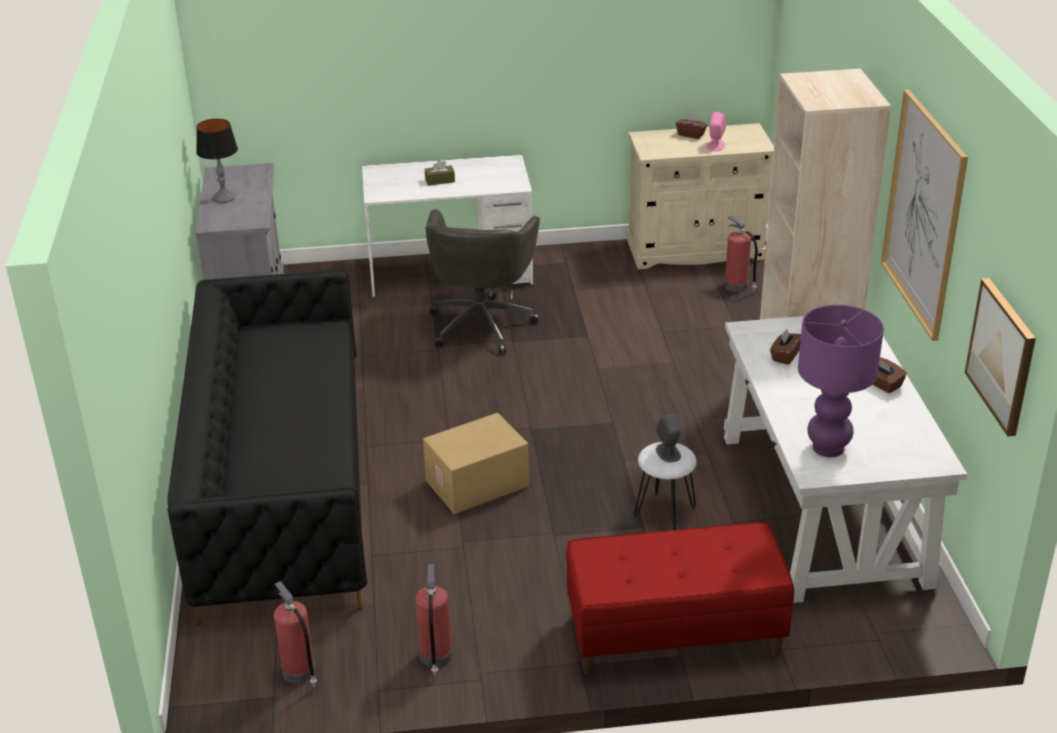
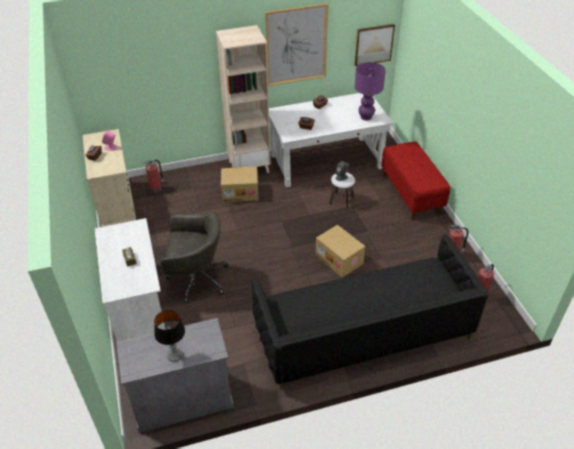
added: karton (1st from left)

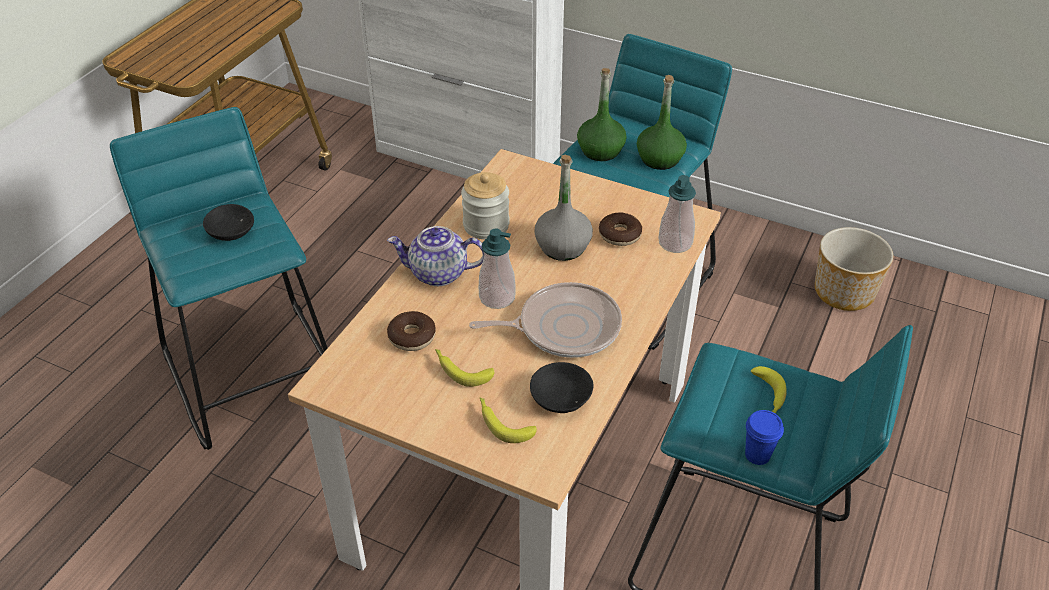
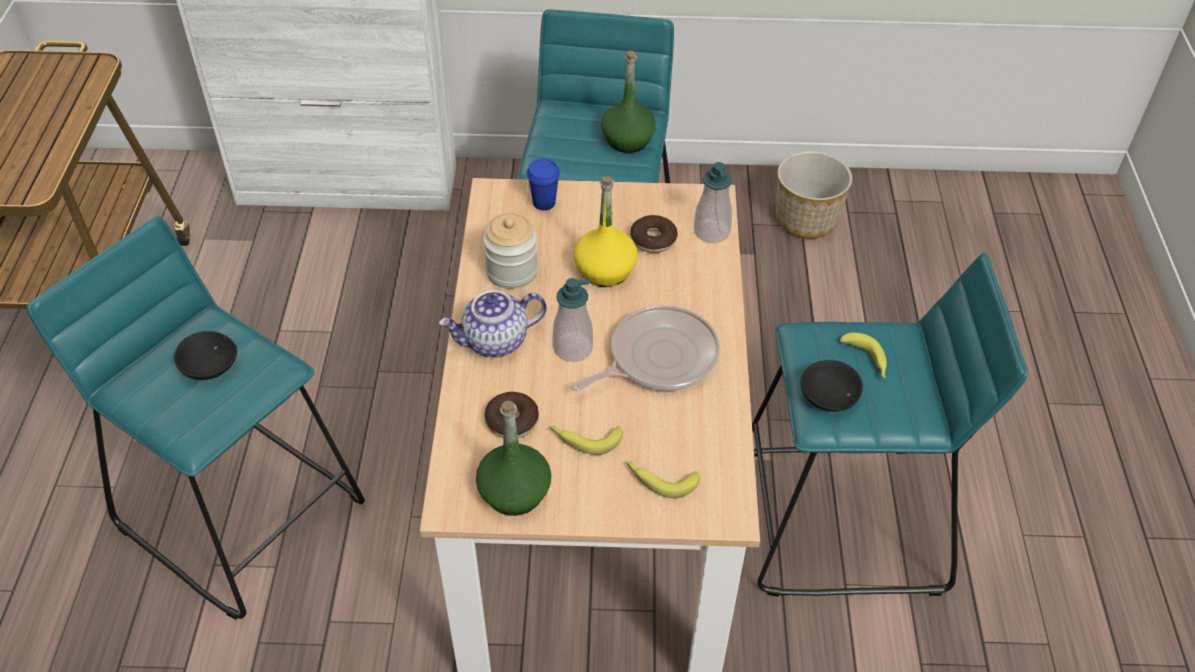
moved: miska (czarny) (2nd from left); butelka (zielony) (1st from left); filiżanka (niebieski)
recoloured: butelka (szary) to butelka (żółty)

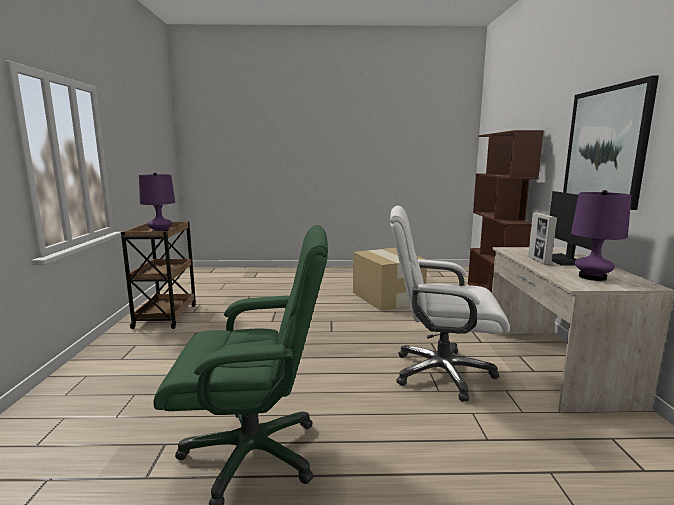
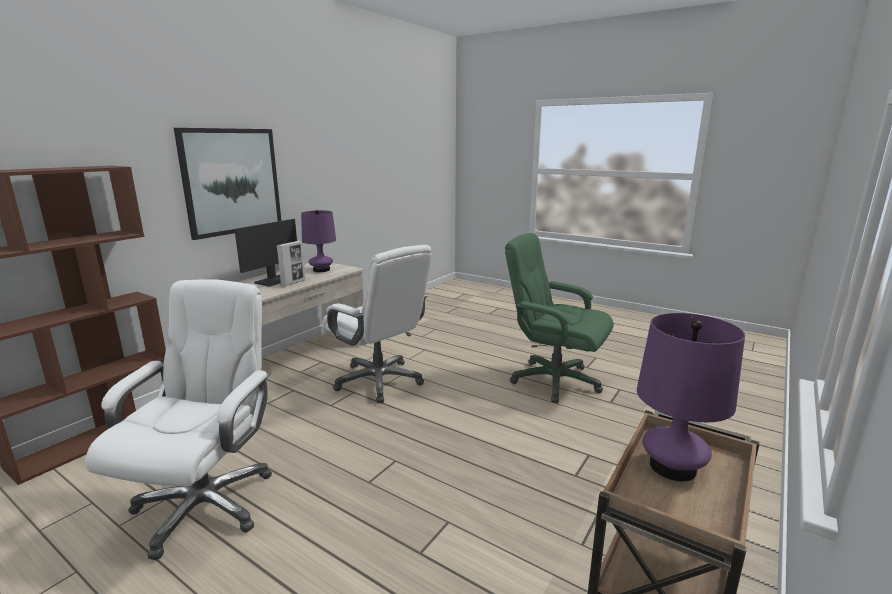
replaced: karton to krzesło biurowe (biały) (1st from left)

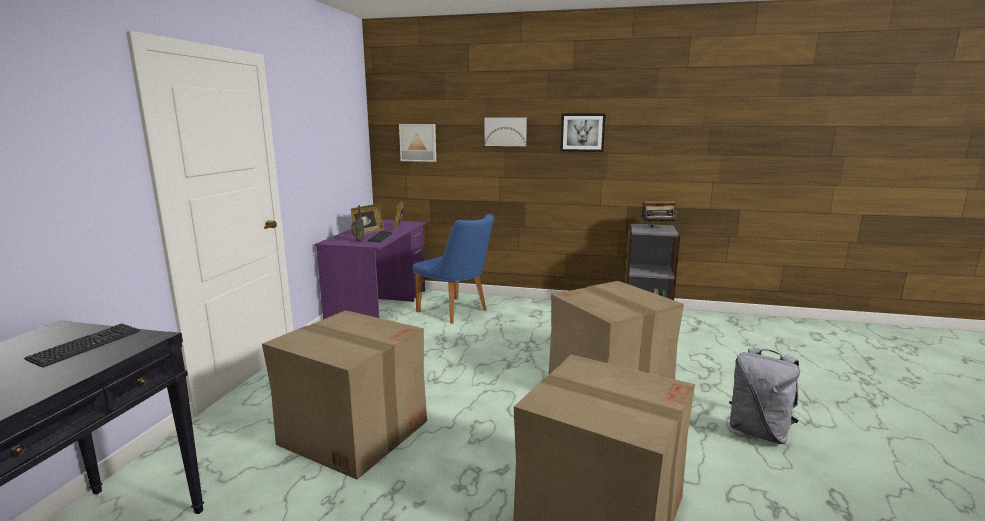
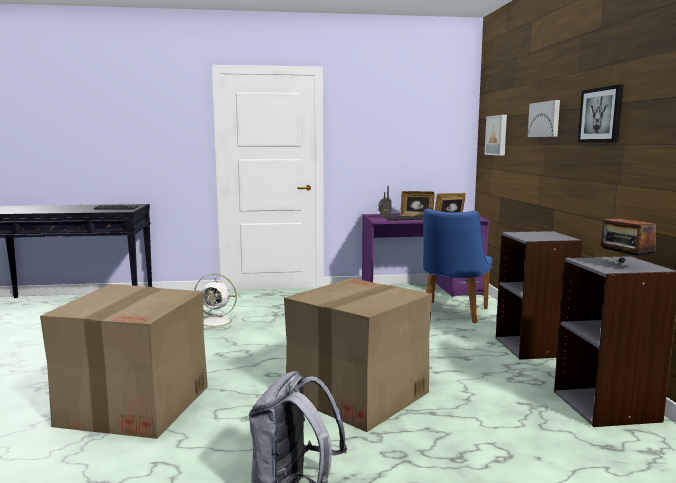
added: regał (szary) (1st from left)
replaced: karton (1st from left) to wentylator (biały)

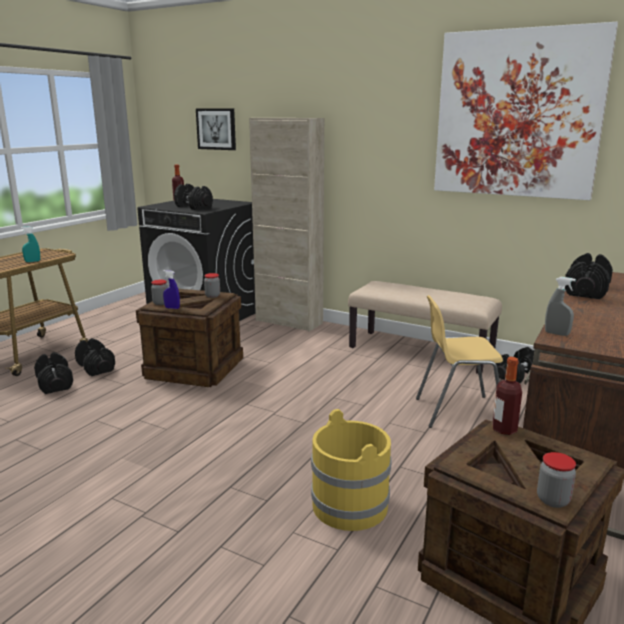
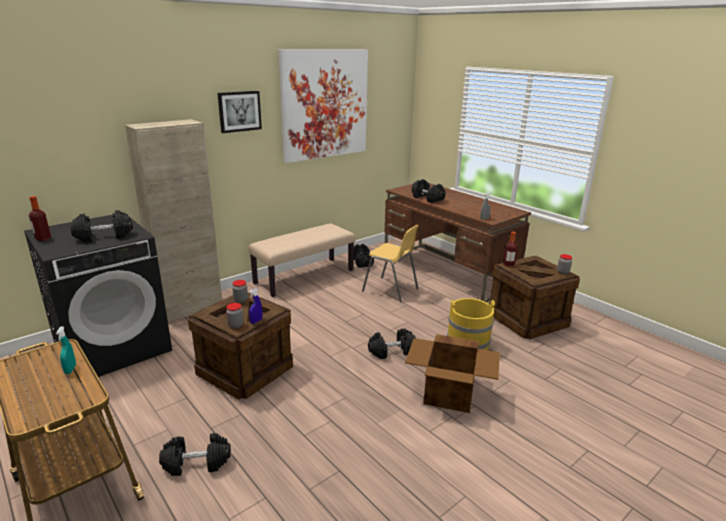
added: karton
moved: hantel (czarny) (2nd from left in the first image) to hantel (czarny) (4th from left); obraz (1st from left)
turned: krzesło (żółty) 75 degrees counterclockwise

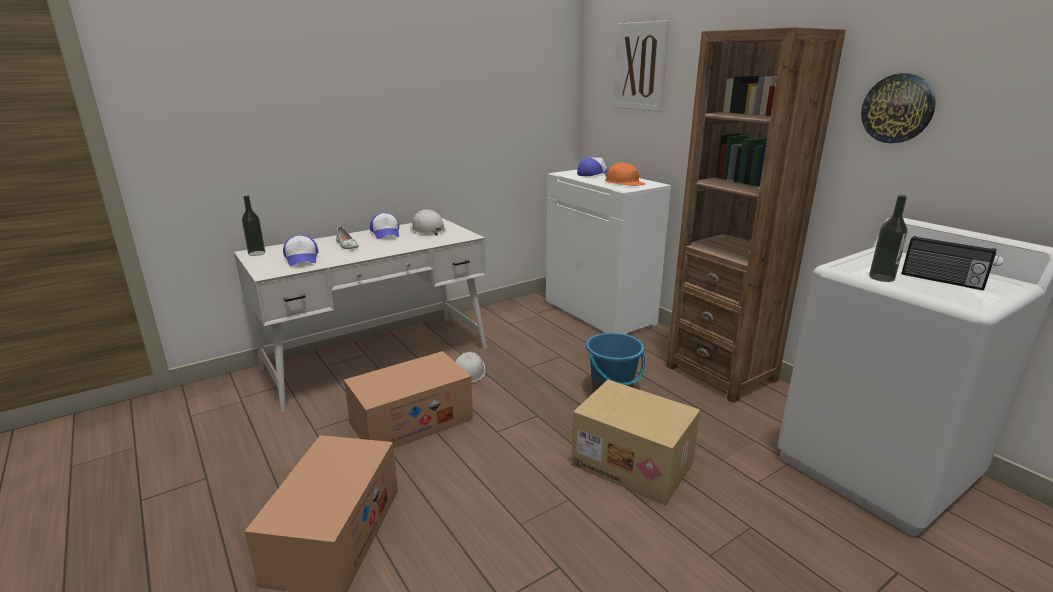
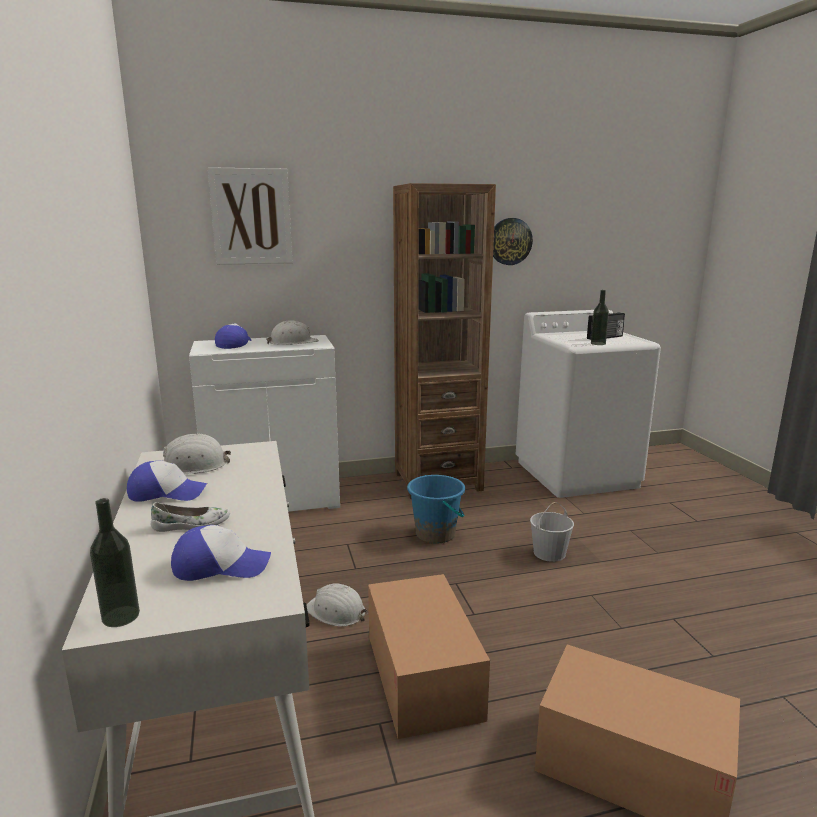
replaced: karton (3rd from left) to wiadro (biały)
recoloured: kask (pomarańczowy) to kask (biały) (2nd from left)

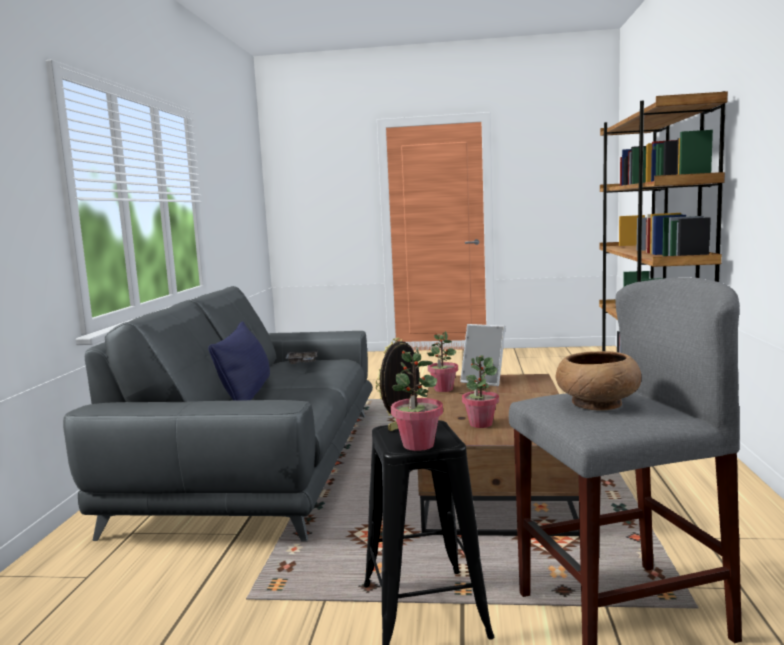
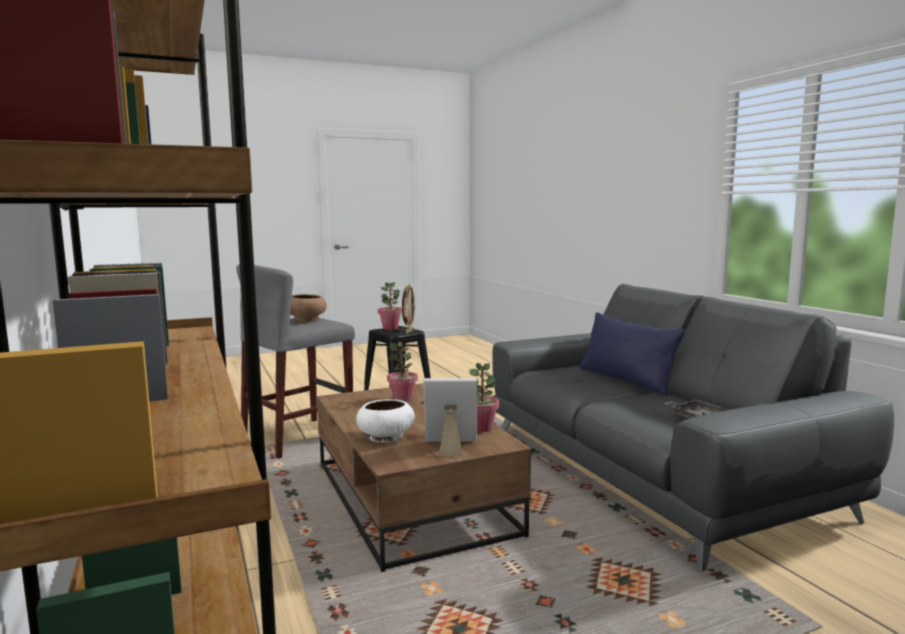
added: miska (biały)

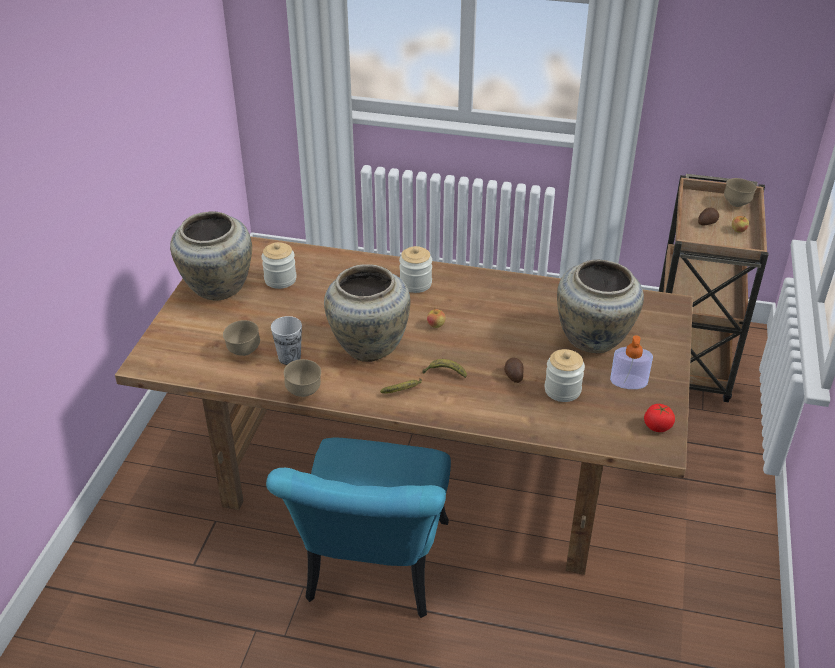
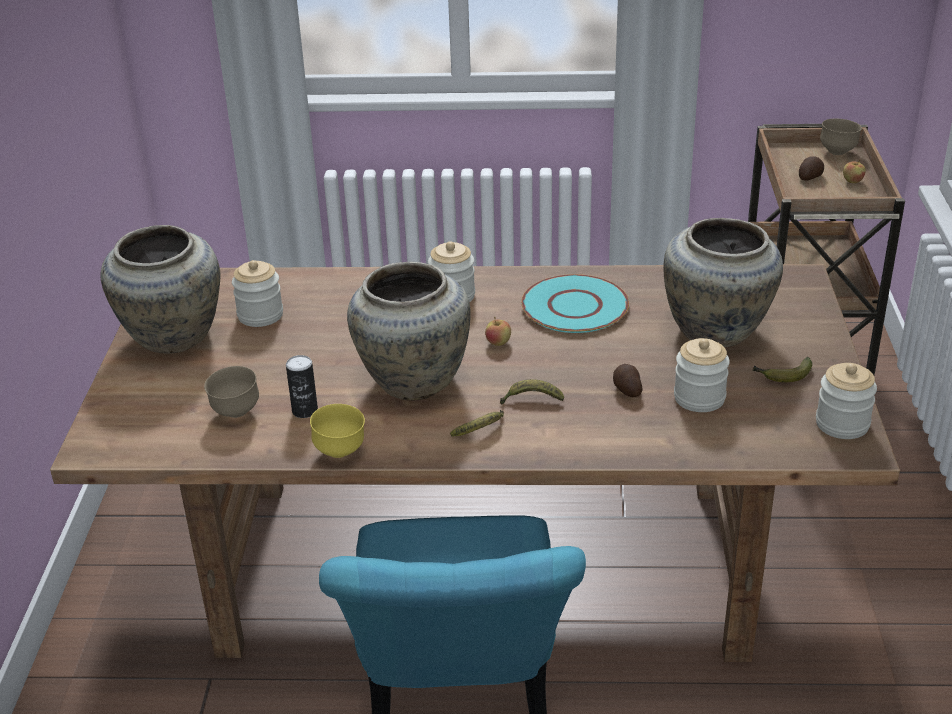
added: talerz (turkusowy)
replaced: filiżanka to puszka; dozownik mydła to banan (3rd from left); pomidor to słoik (4th from left)
recoloured: miska (brązowy) (2nd from left) to miska (żółty)

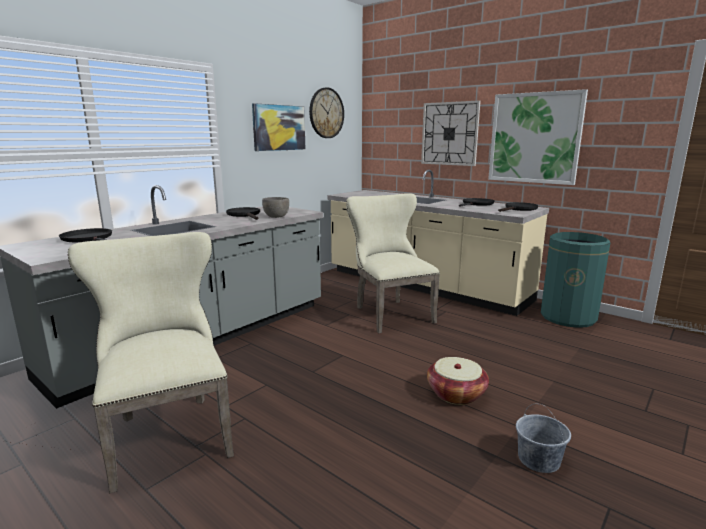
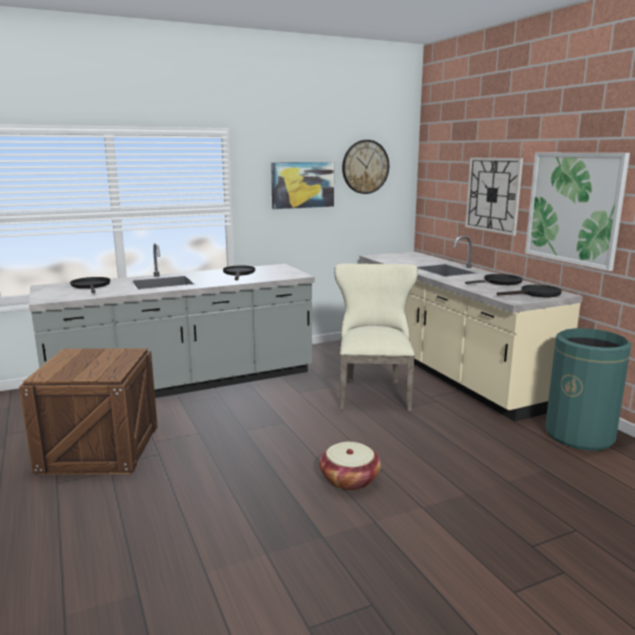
removed: miska (szary); wiadro (szary)
replaced: krzesło (beżowy) (1st from left) to skrzynka

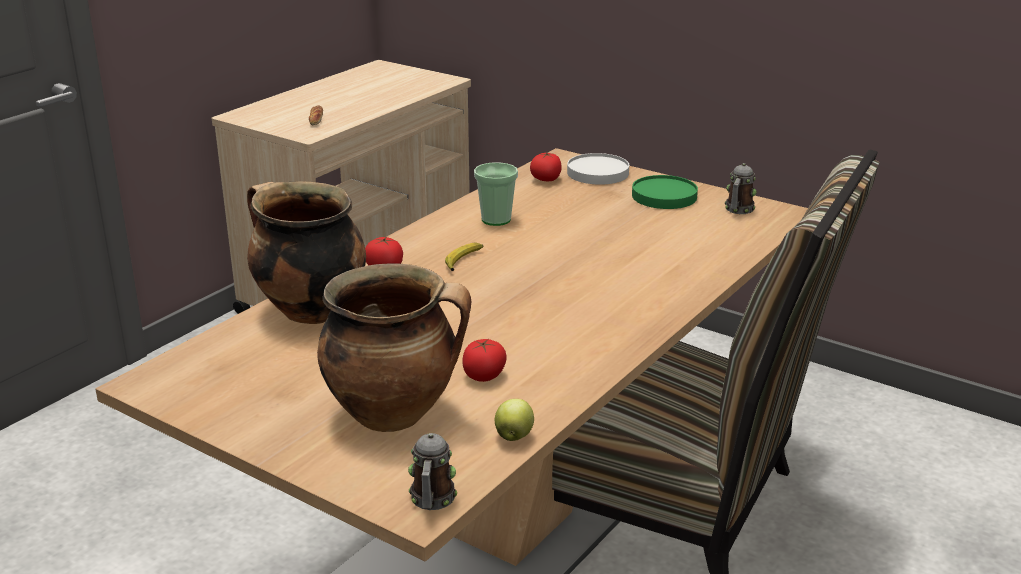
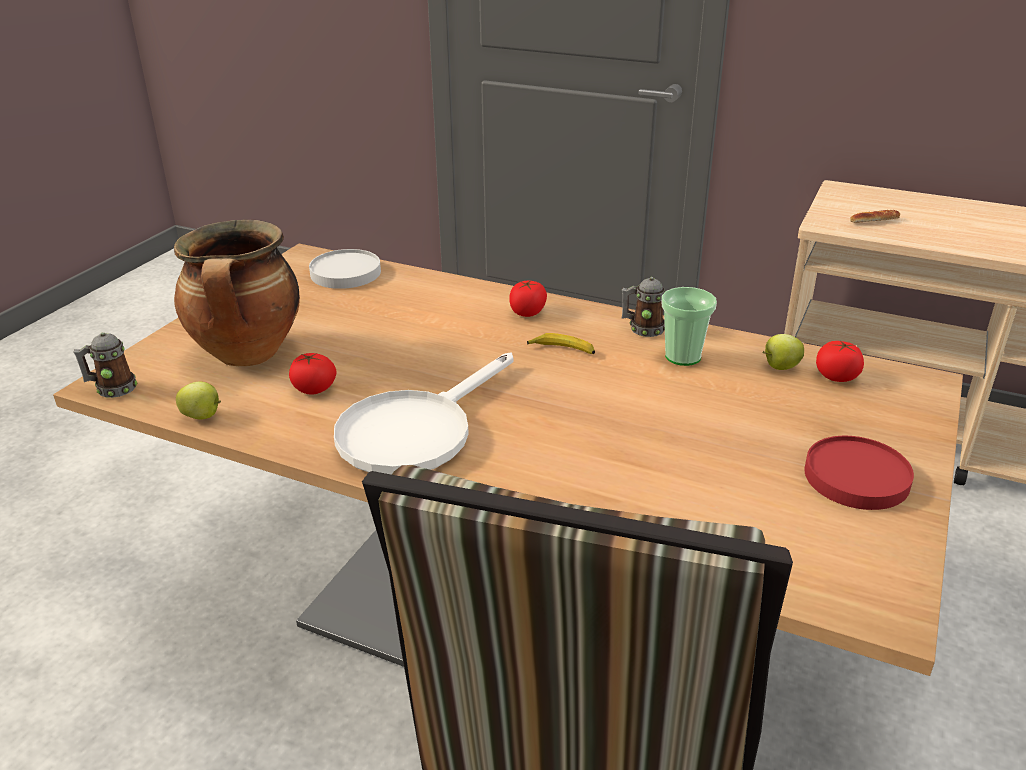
removed: garnek (1st from left)
added: patelnia (biały); jabłko (2nd from left)
moved: talerz (biały); kubek (2nd from left)
recoloured: talerz (zielony) to talerz (czerwony)

